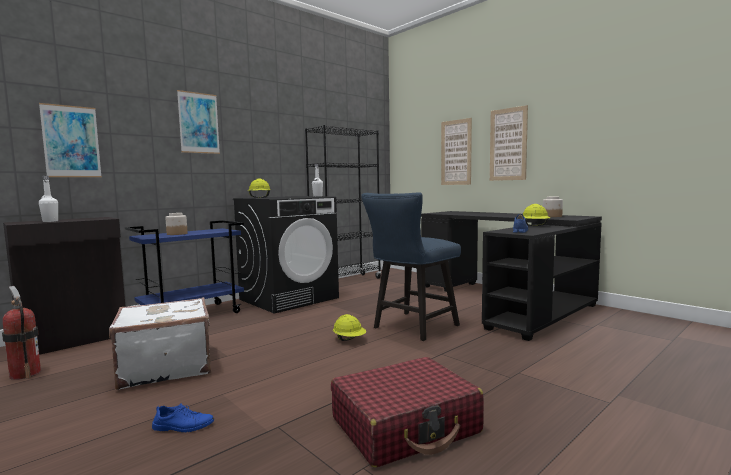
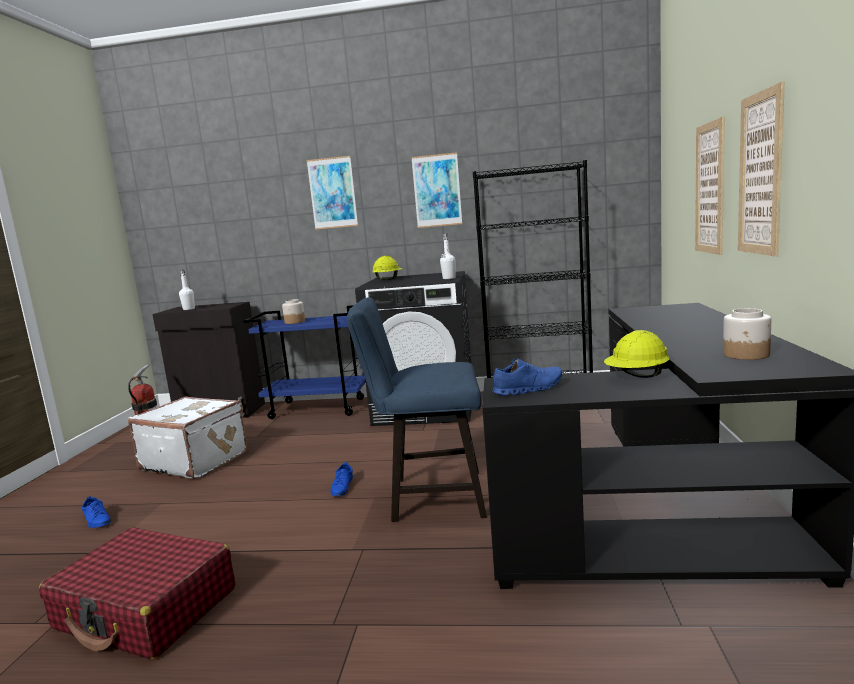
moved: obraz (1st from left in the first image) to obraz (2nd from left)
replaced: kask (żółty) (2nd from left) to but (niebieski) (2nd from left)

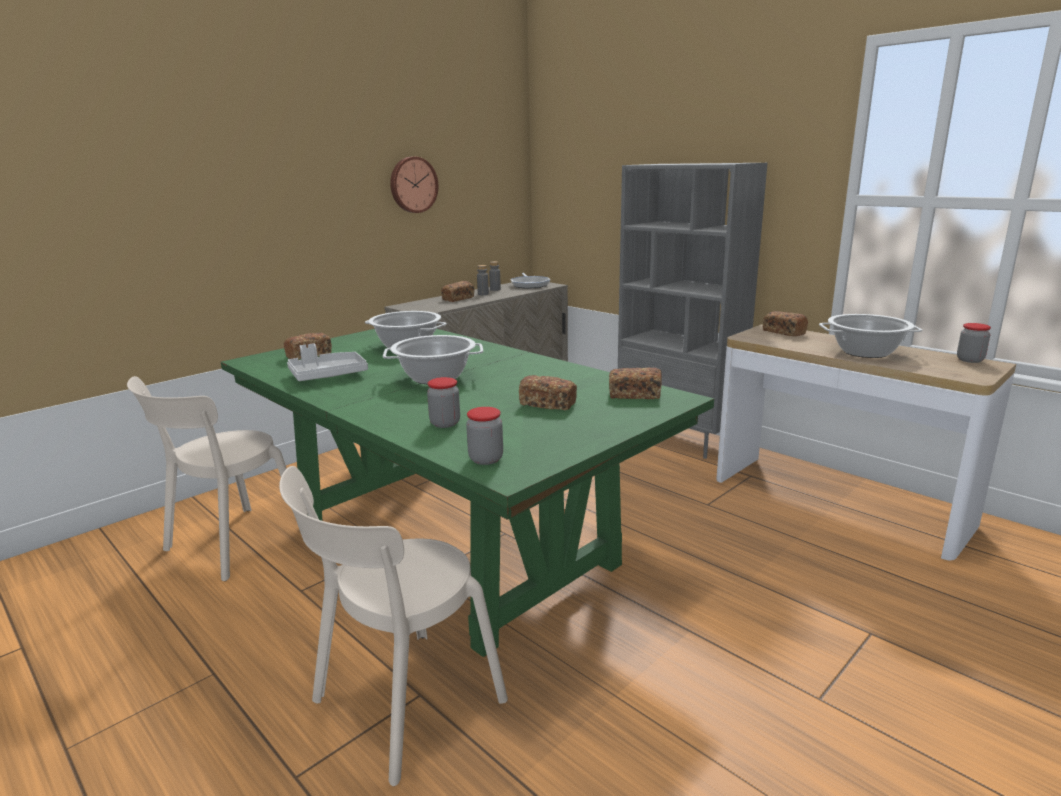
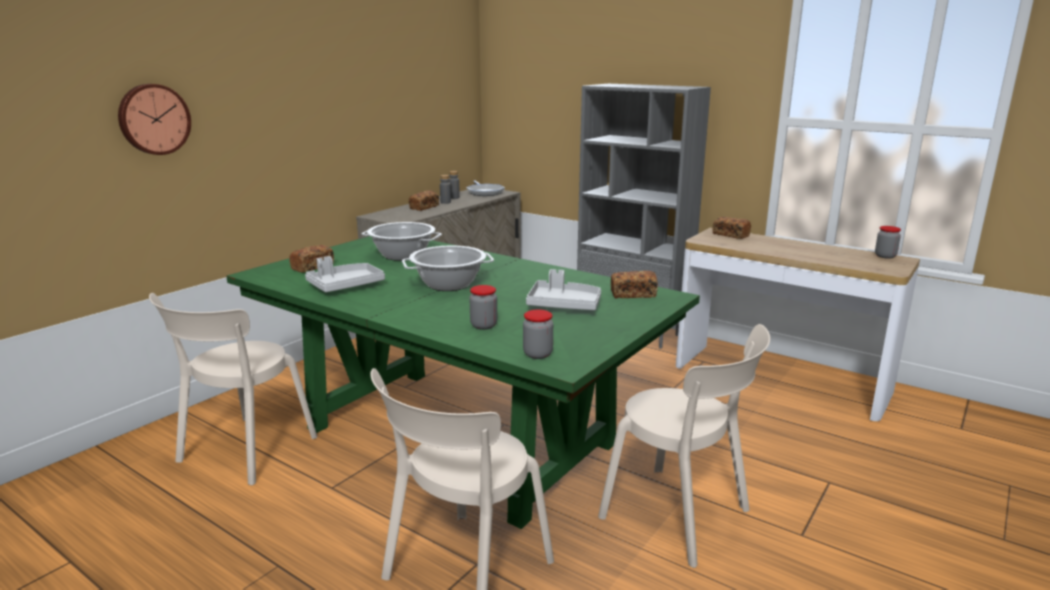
removed: garnek (3rd from left)
added: krzesło (beżowy) (3rd from left)
moved: zegar ścienny
replaced: chleb (3rd from left) to taca (szary) (2nd from left)

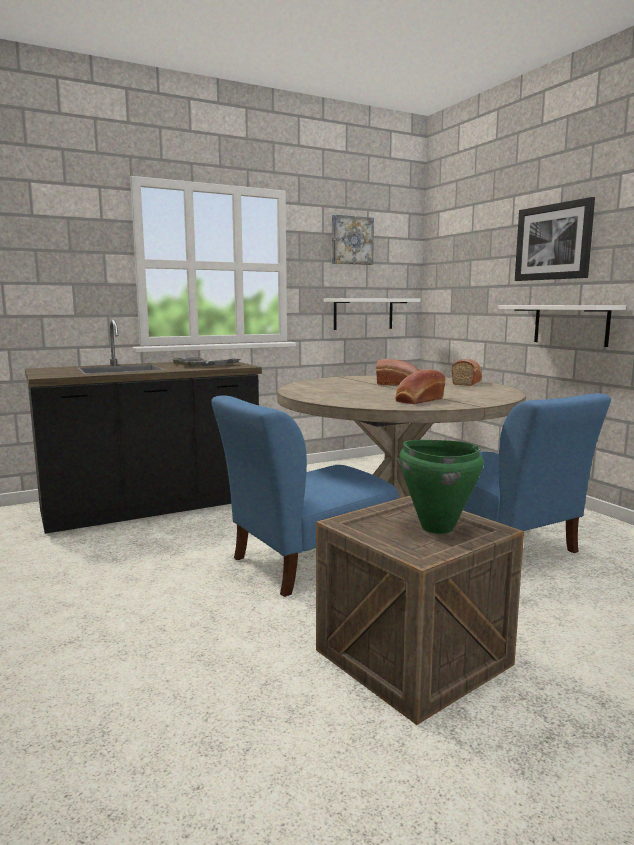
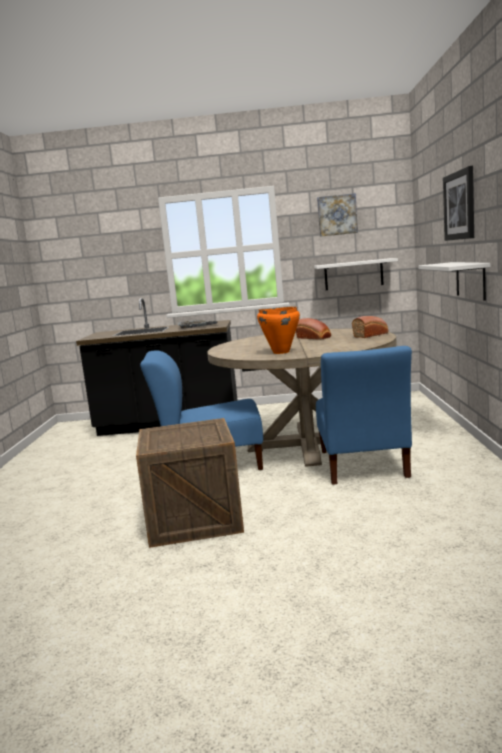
removed: garnek (zielony)
replaced: chleb (2nd from left) to garnek (pomarańczowy)

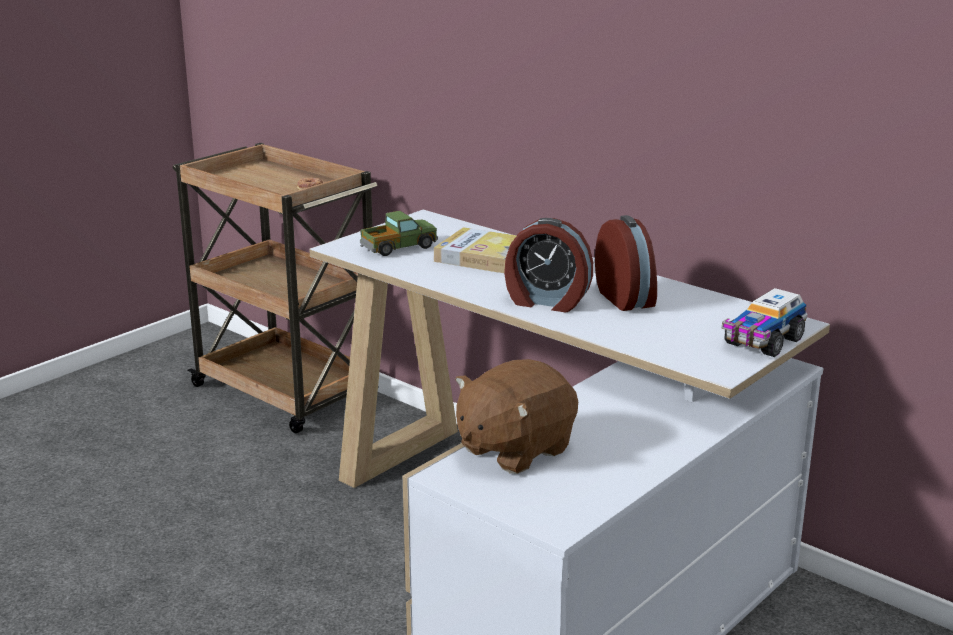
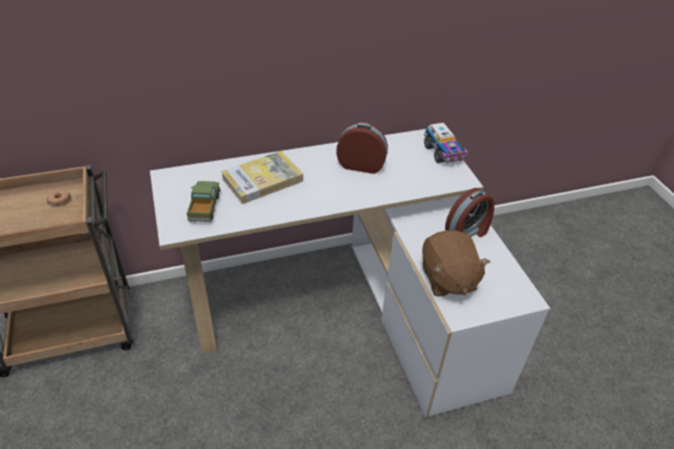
moved: budzik (1st from left in the first image) to budzik (2nd from left)

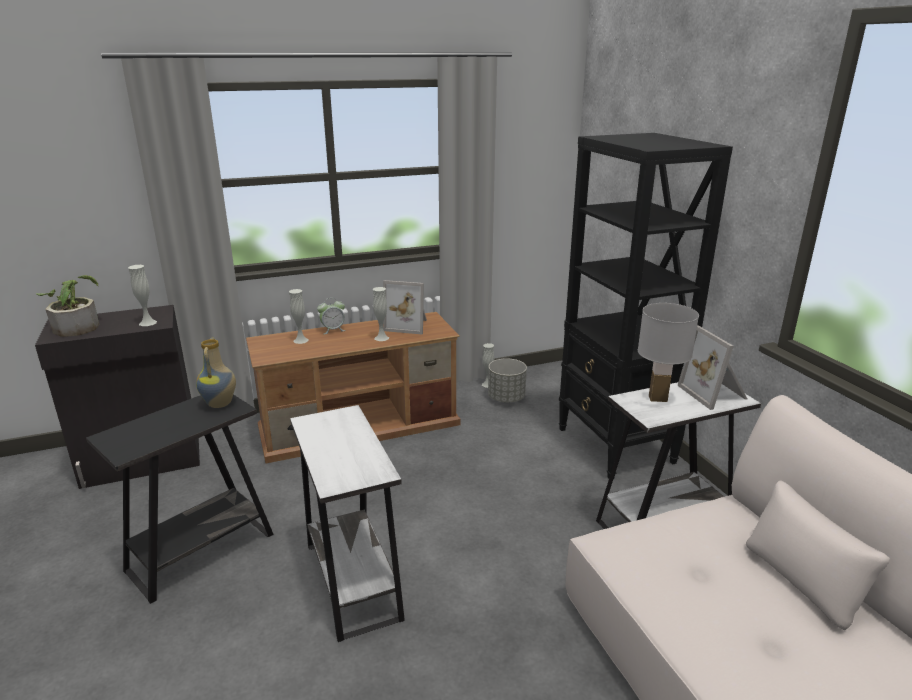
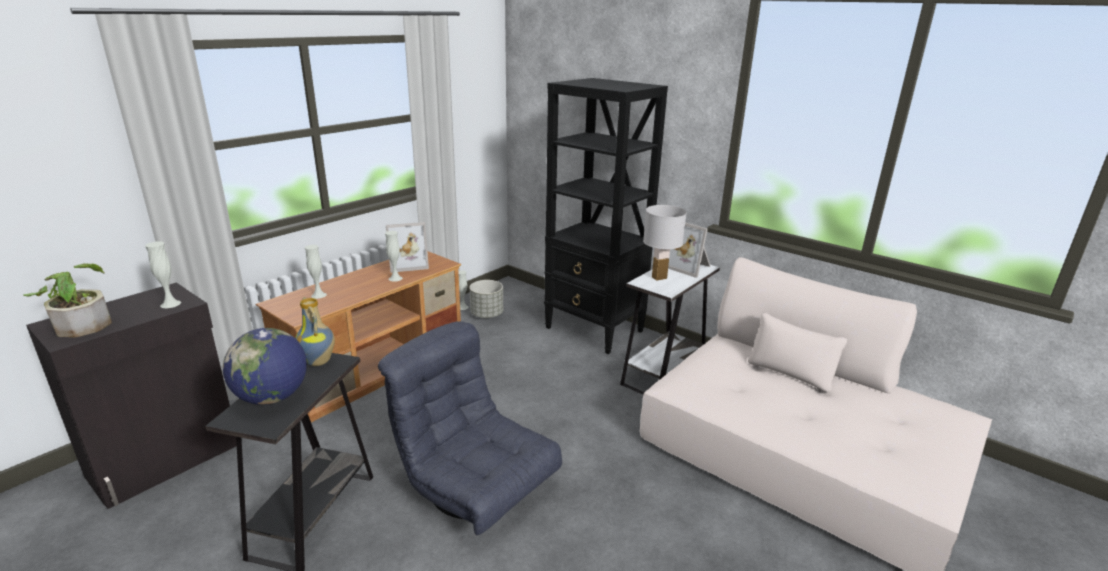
removed: budzik
added: globus
replaced: stolik (biały) (1st from left) to fotel (szary)

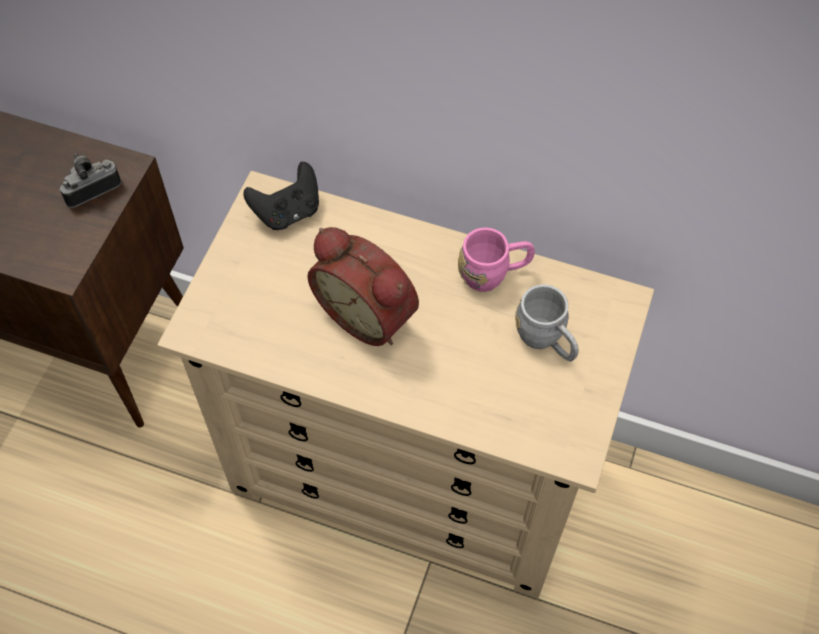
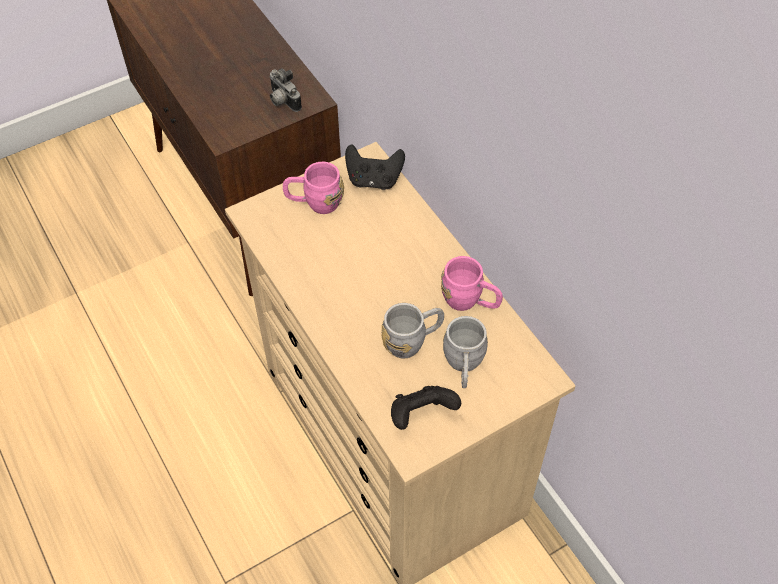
removed: budzik
added: kubek (różowy) (1st from left); kubek (szary) (1st from left); pad do gier (czarny) (2nd from left)
turned: aparat fotograficzny 135 degrees counterclockwise

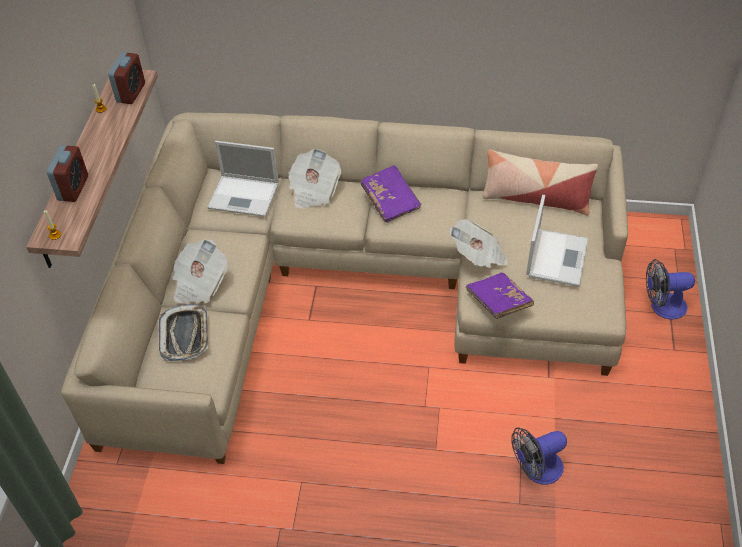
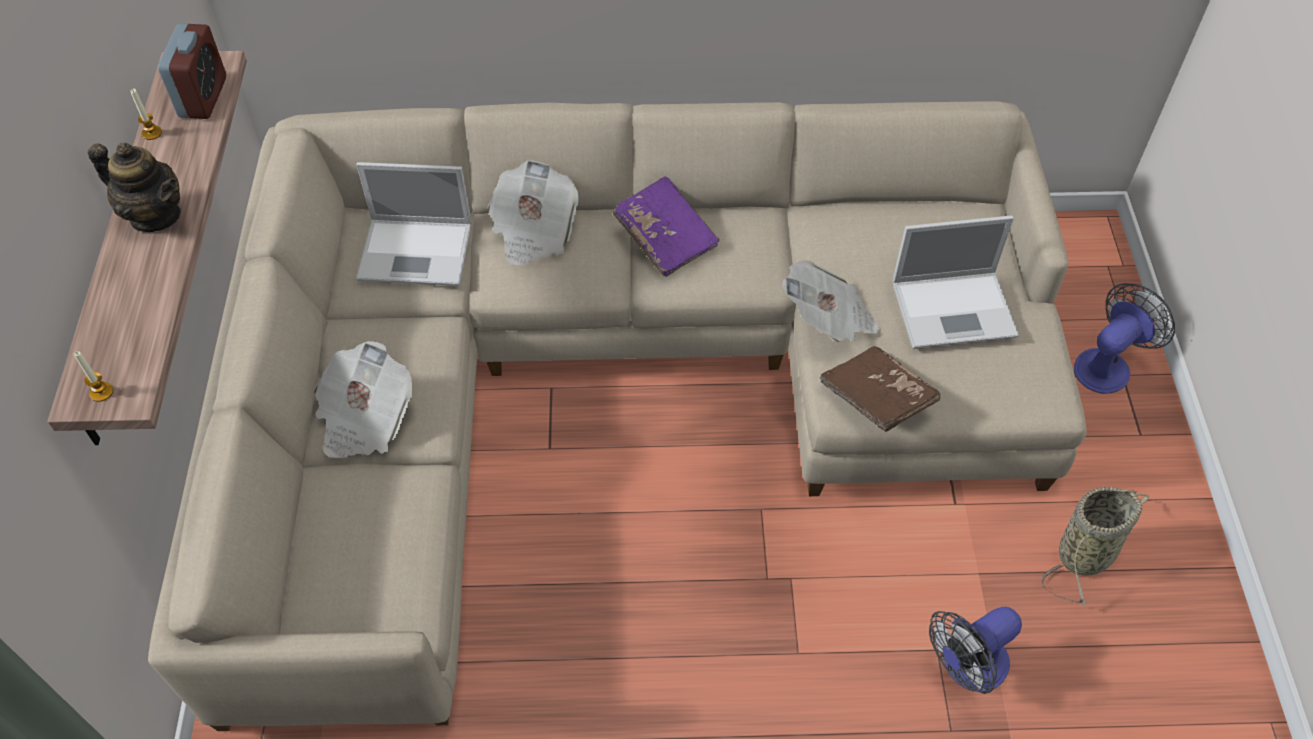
removed: budzik (1st from left); taca; poduszka
added: imbryk; koszyk
recoloured: książka (fioletowy) (2nd from left) to książka (brązowy)
turned: laptop (2nd from left) 75 degrees clockwise; wentylator (2nd from left) 150 degrees clockwise

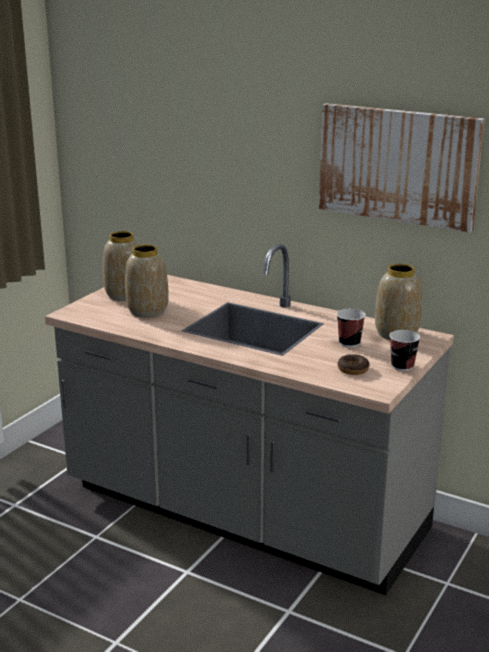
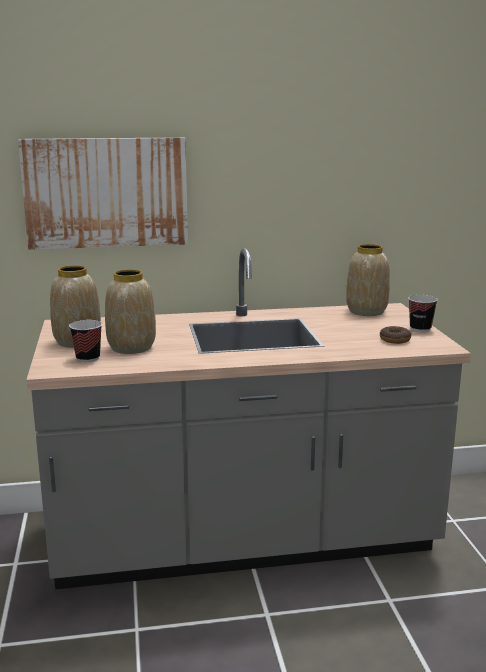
moved: obraz; filiżanka (1st from left)

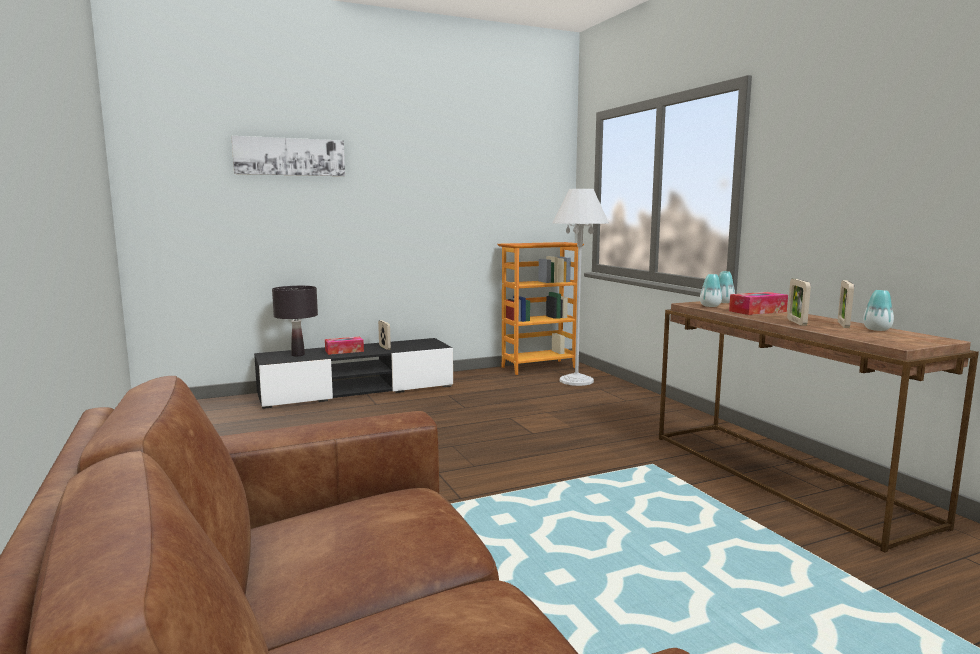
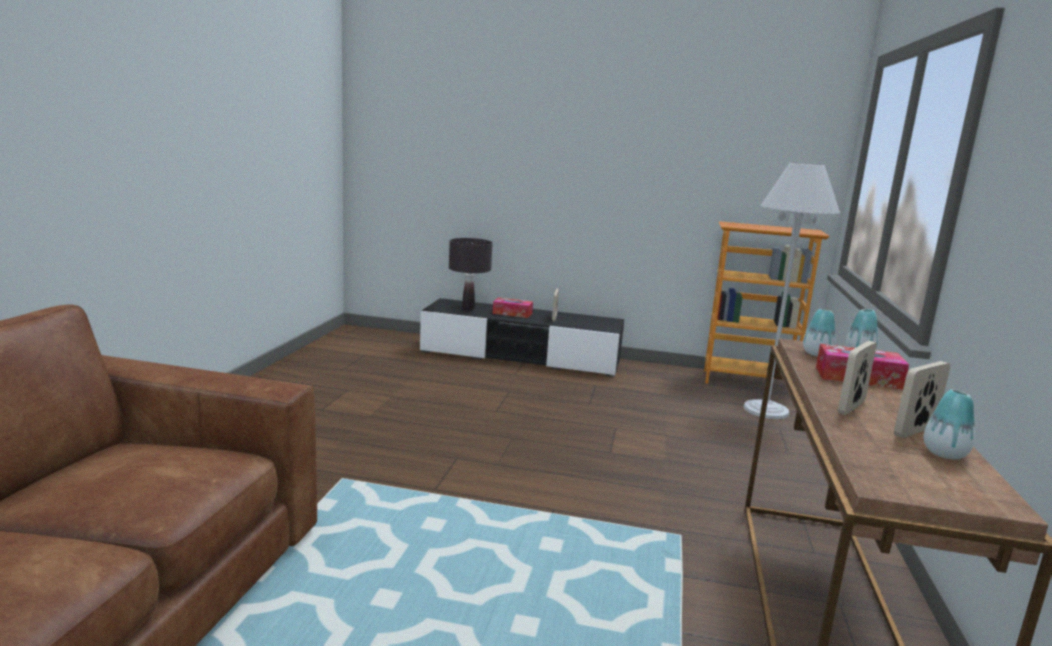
removed: obraz

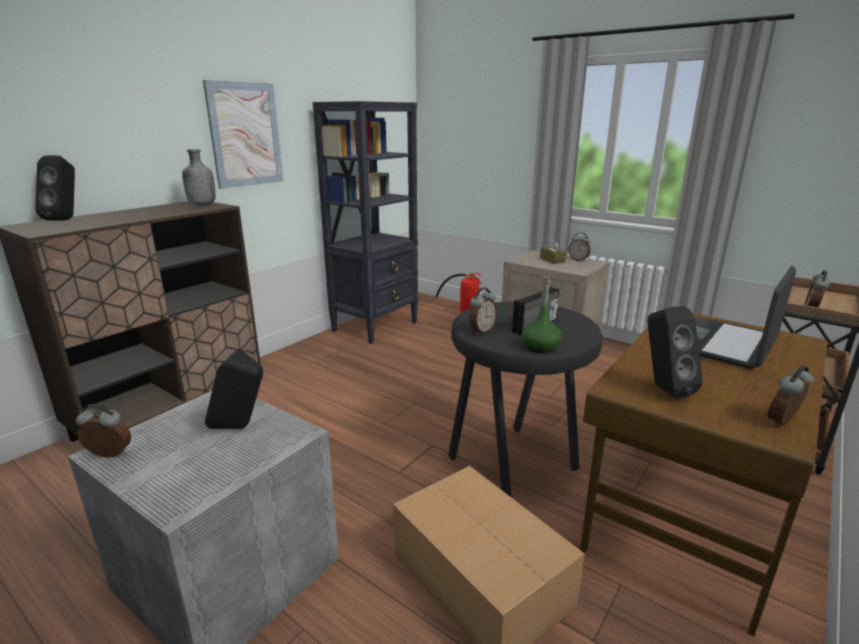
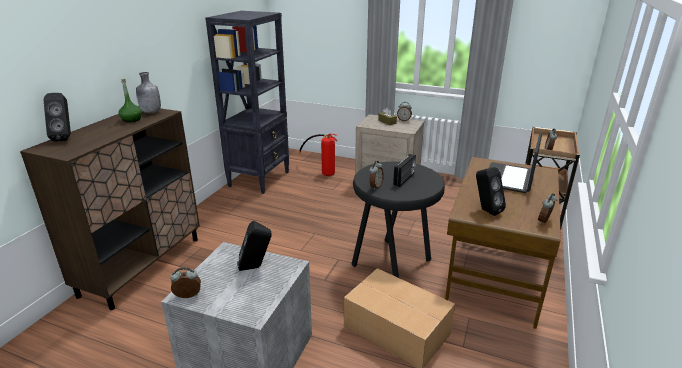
removed: obraz
moved: butelka (zielony)

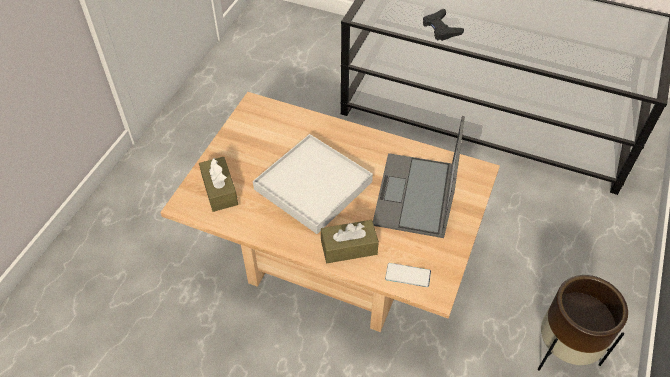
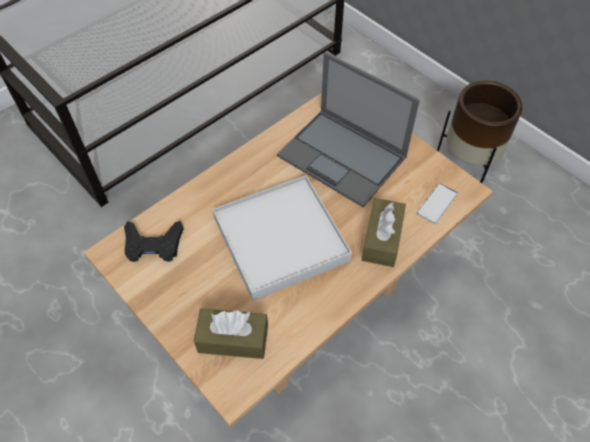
moved: pad do gier (czarny)

